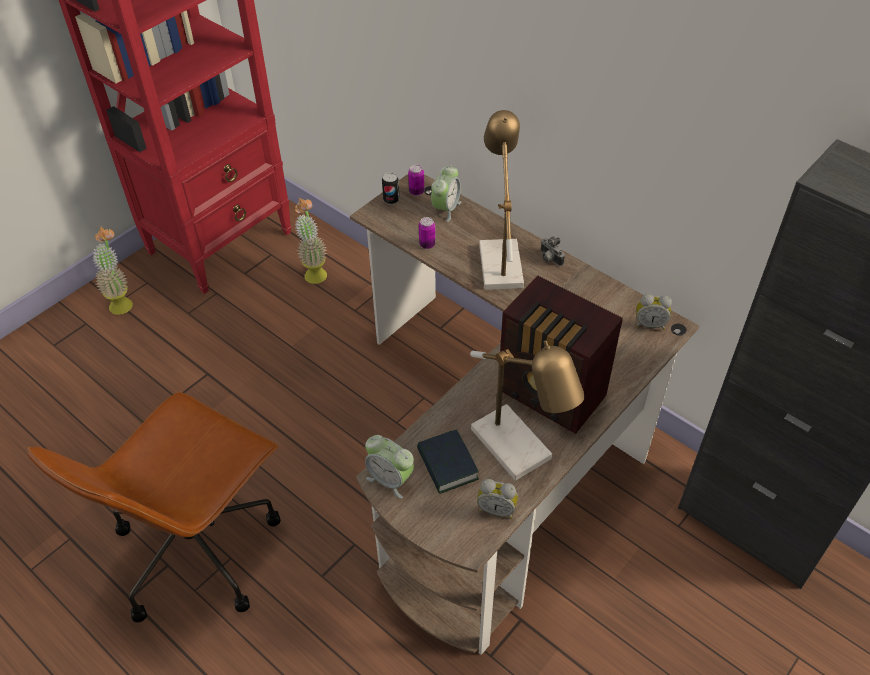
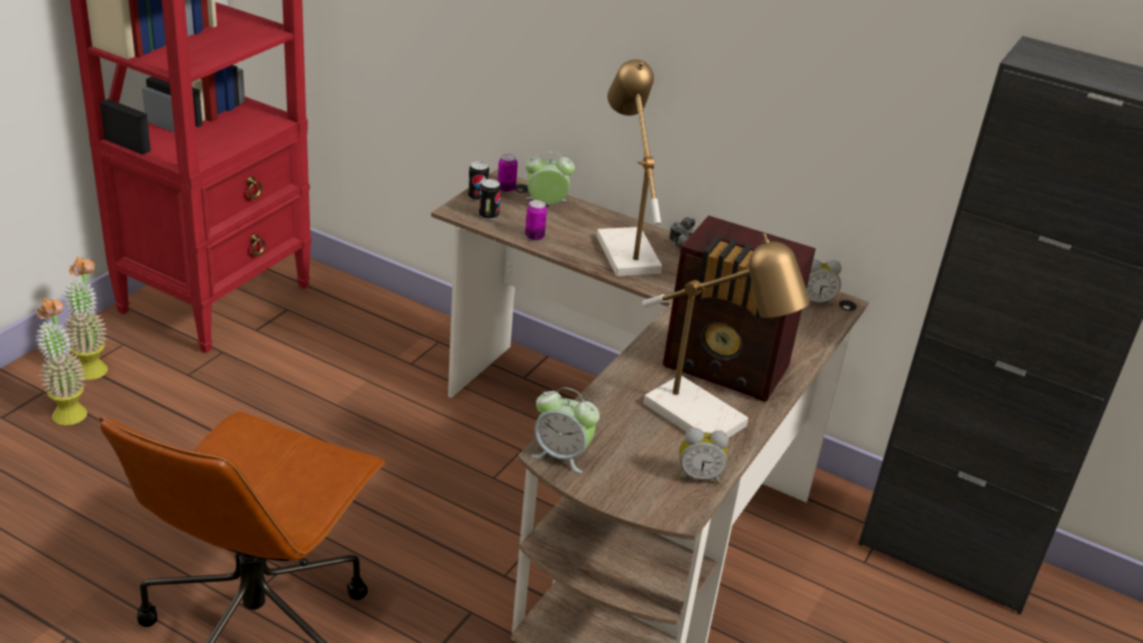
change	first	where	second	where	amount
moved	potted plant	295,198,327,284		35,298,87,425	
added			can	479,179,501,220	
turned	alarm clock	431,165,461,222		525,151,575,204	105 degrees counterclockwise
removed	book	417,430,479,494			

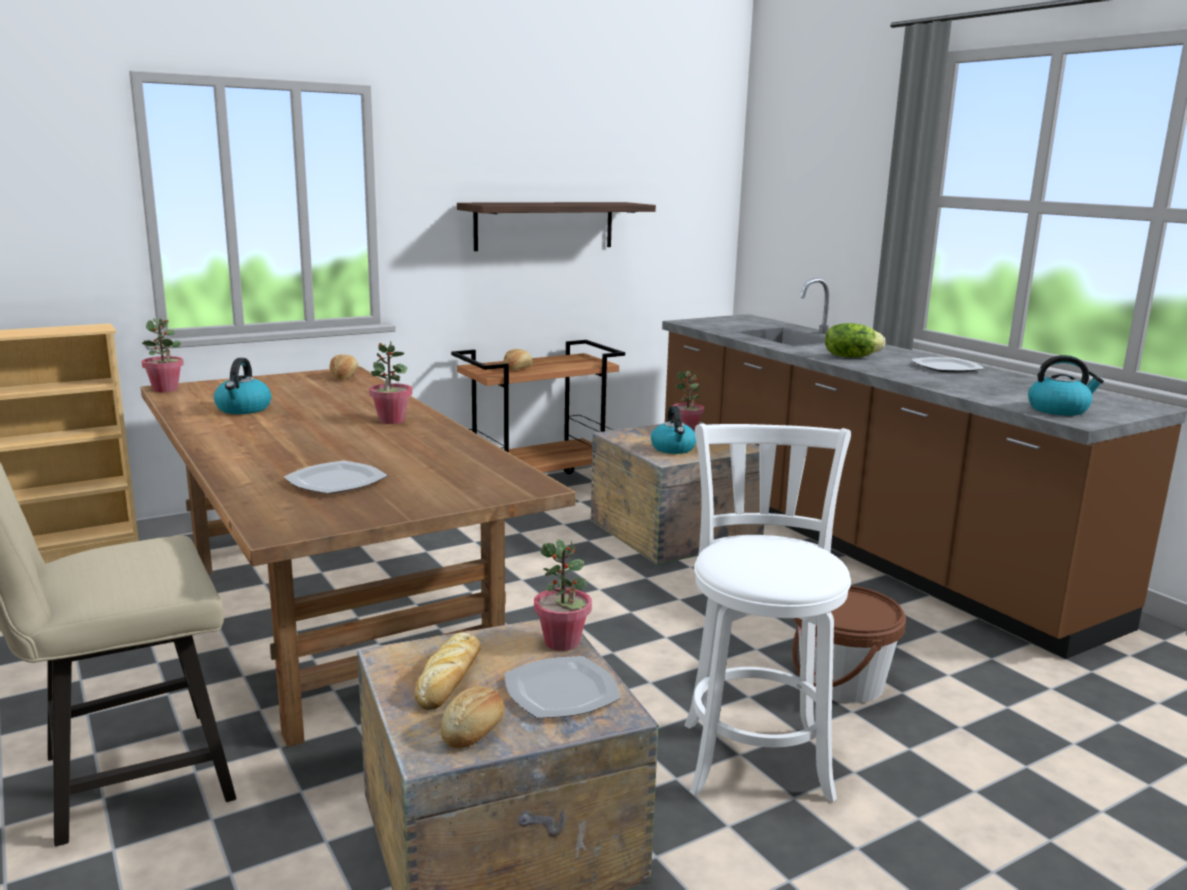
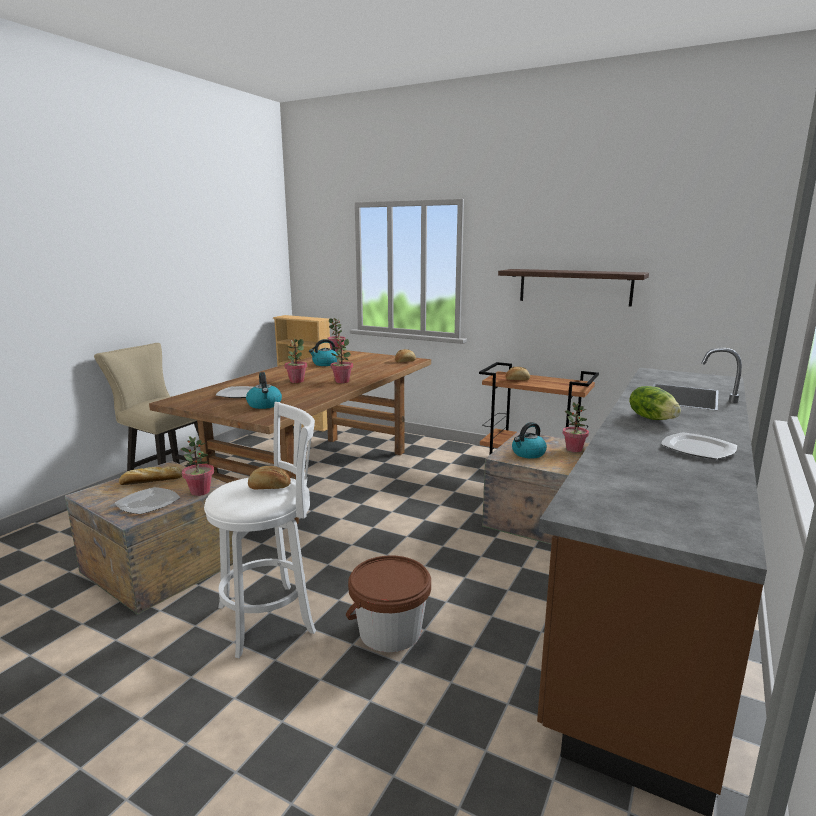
change	first	where	second	where	amount
moved	kettle	1028,355,1104,416		246,372,282,409	
moved	bread	441,687,505,748		248,466,291,490	
added			potted plant	284,339,307,383	

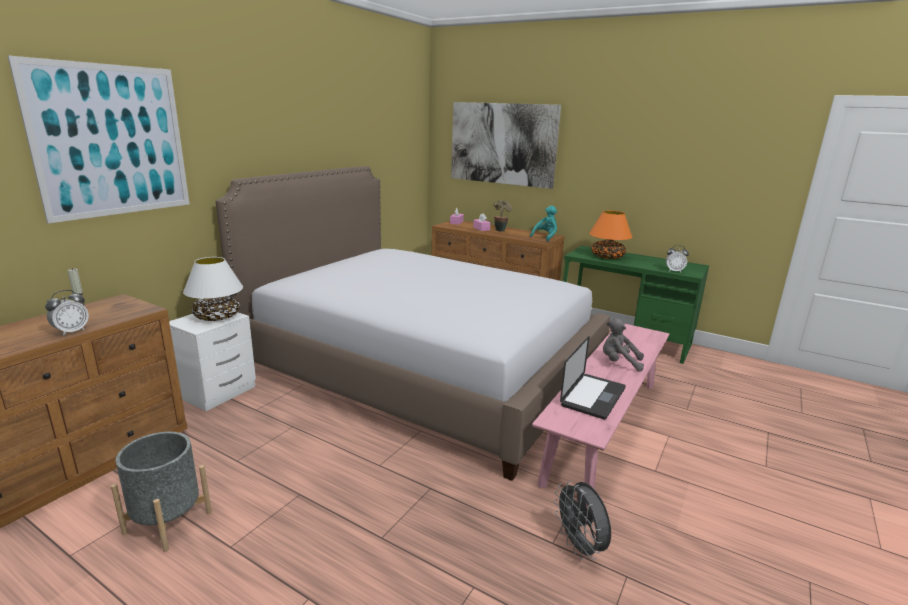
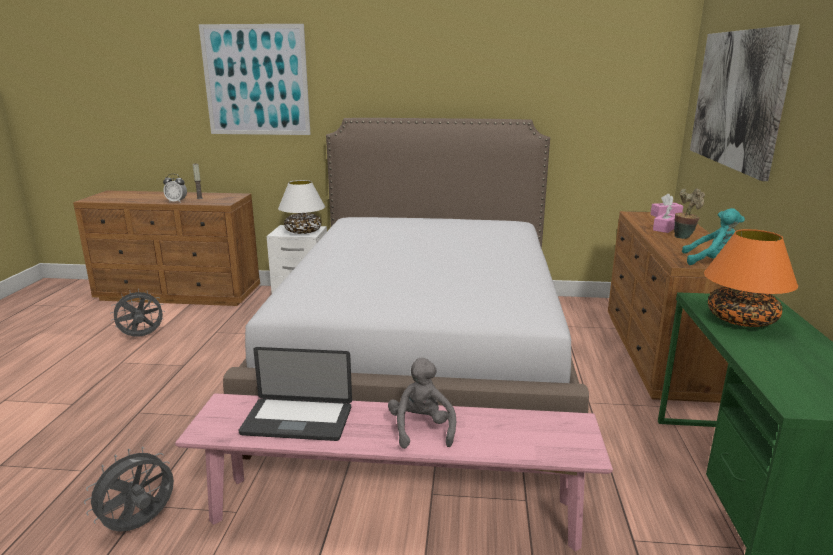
change	first	where	second	where	amount
replaced	planter (grey)	111,432,212,552	fan (grey)	110,289,165,337	
removed	alarm clock	666,245,689,273			

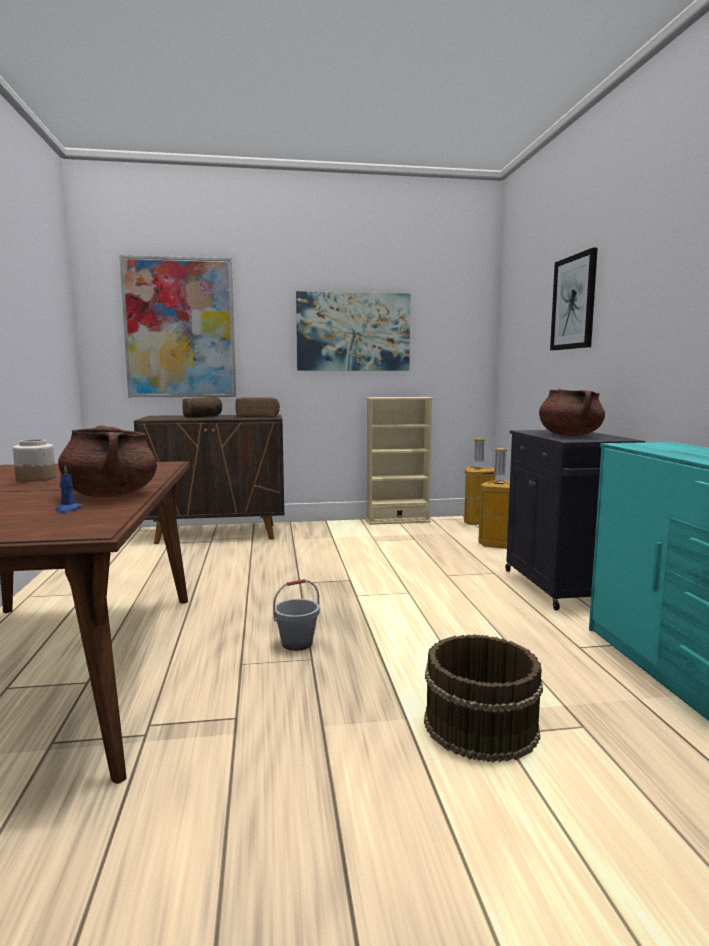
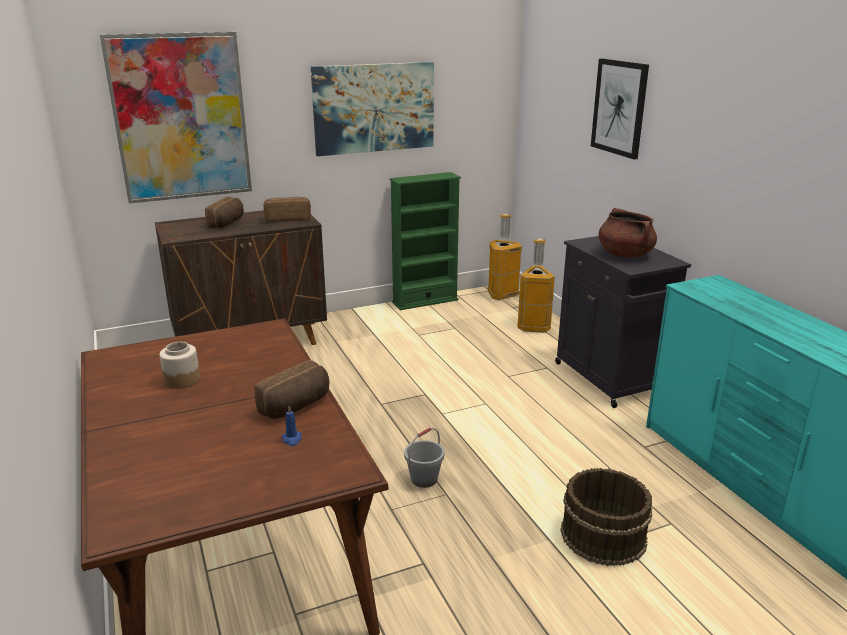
change	first	where	second	where	amount
replaced	cooking pot (brown)	58,425,157,497	bread	254,360,330,419	
recoloured	bookcase (beige)	366,397,433,525	bookcase (green)	390,172,461,310	

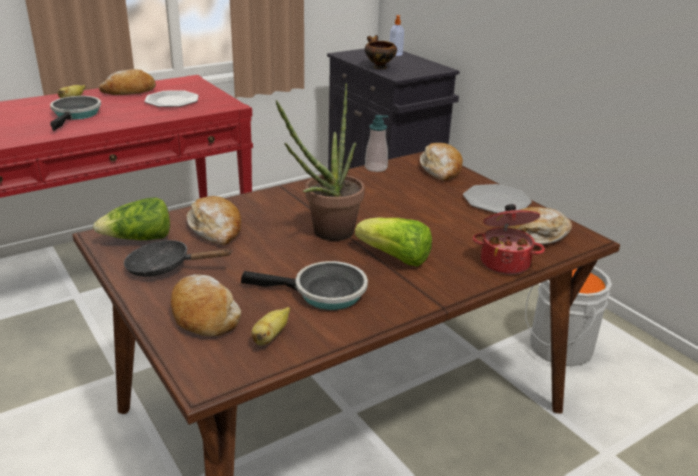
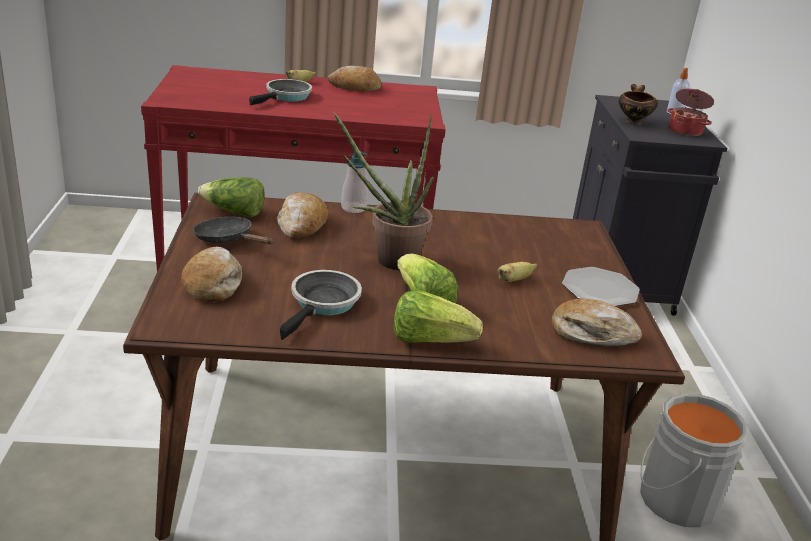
change	first	where	second	where	amount
turned	frying pan	241,261,368,310		280,270,362,340	105 degrees counterclockwise
moved	soap dispenser	365,115,388,172		341,151,368,213	
added			lettuce	393,290,483,343	
moved	banana	251,307,290,346		497,262,538,282	
moved	cooking pot	472,204,545,275		667,89,714,136	
removed	plate	144,90,199,107			
removed	bread	420,143,463,181			

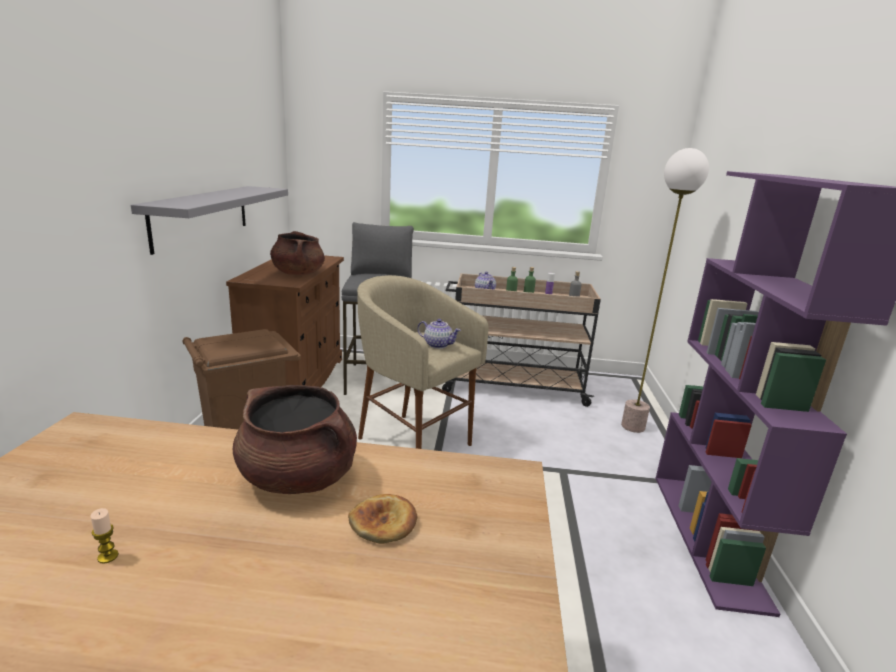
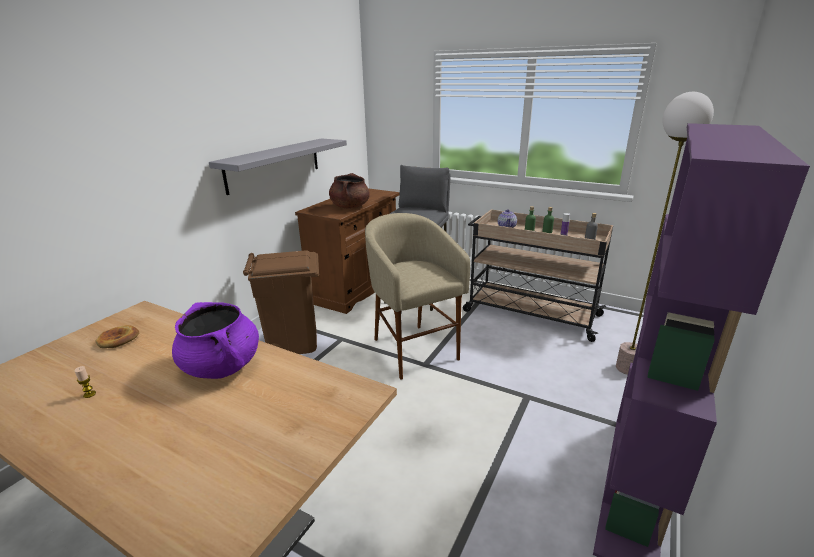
change	first	where	second	where	amount
moved	bread	348,494,418,544		95,325,139,348	
recoloured	cooking pot (brown)	233,385,357,494	cooking pot (purple)	172,302,259,379	
removed	teapot	417,319,461,349			

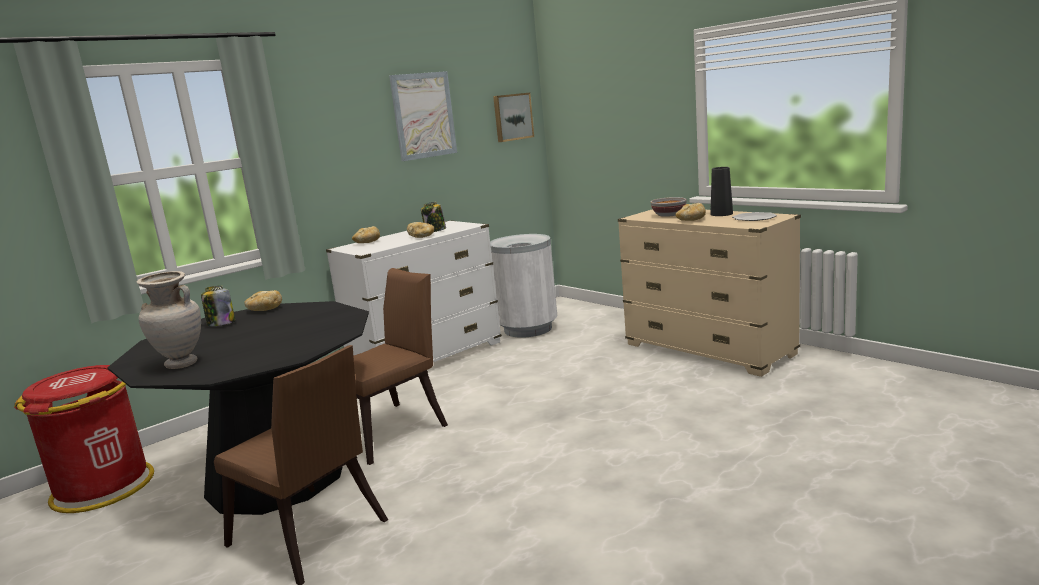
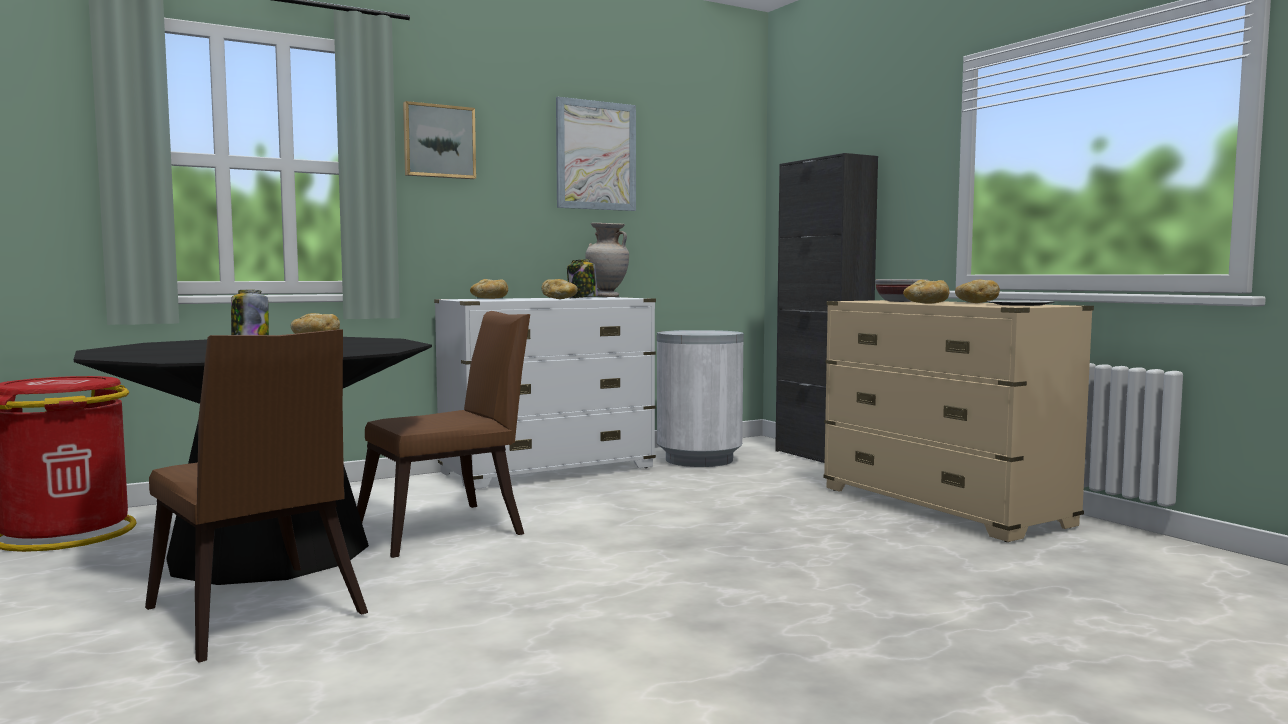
change	first	where	second	where	amount
moved	picture	493,93,534,142		403,101,476,179	
moved	vase (beige)	136,271,201,369		585,223,629,297	
added			cabinet (black)	775,153,878,463	
replaced	vase (black)	710,167,733,216	bread	955,280,1000,303	

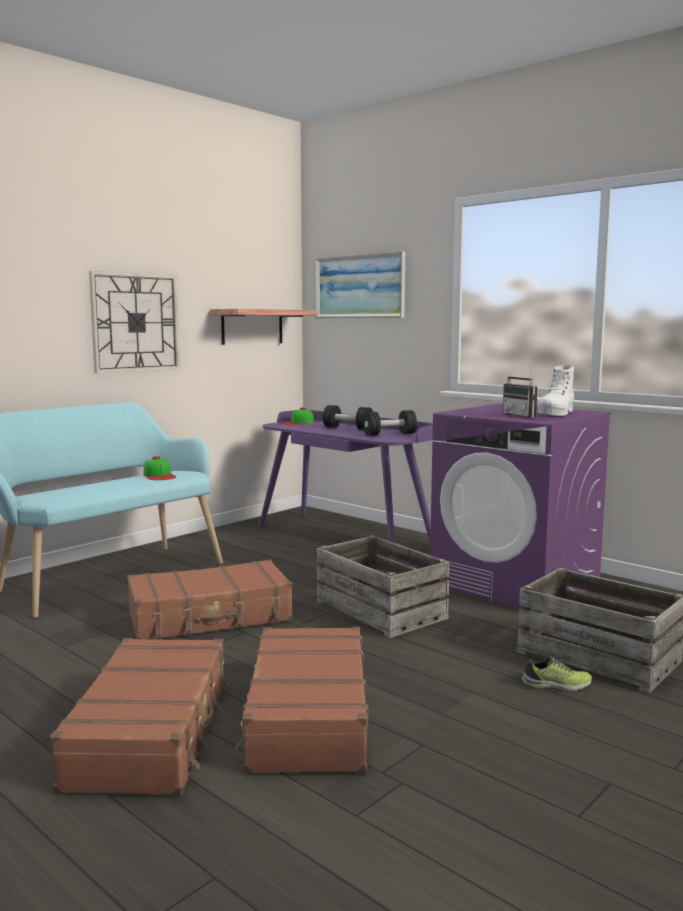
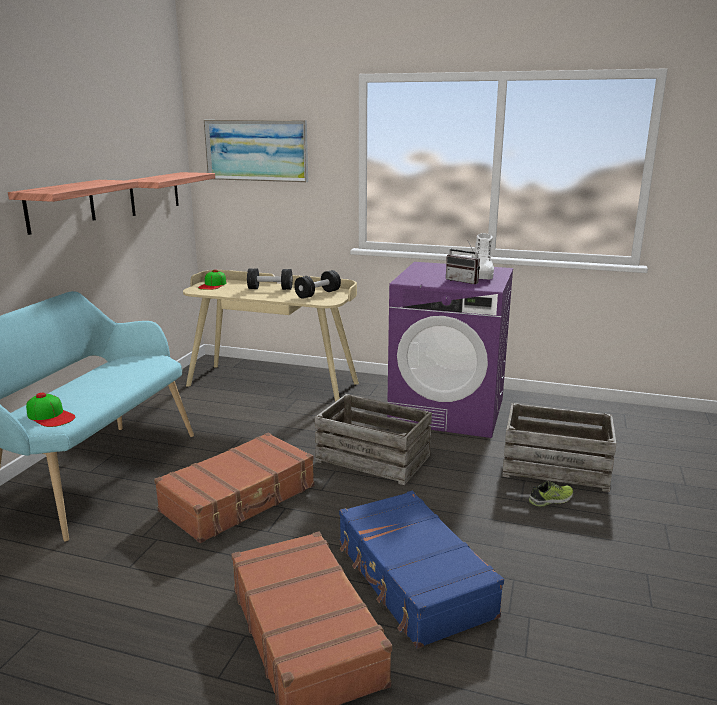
change	first	where	second	where	amount
replaced	wall clock	89,271,180,374	shelf	8,180,139,235	
moved	cap	144,456,176,480		26,393,75,427	
recoloured	desk (purple)	259,410,433,561	desk (beige)	183,270,359,402	
recoloured	suitcase (brown)	235,627,369,773	suitcase (blue)	339,491,504,649	

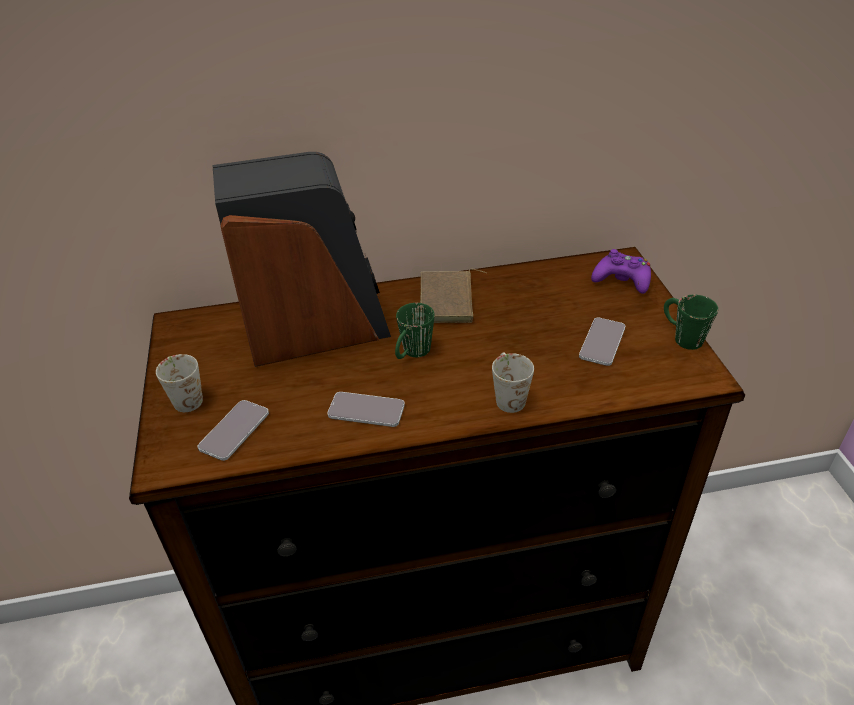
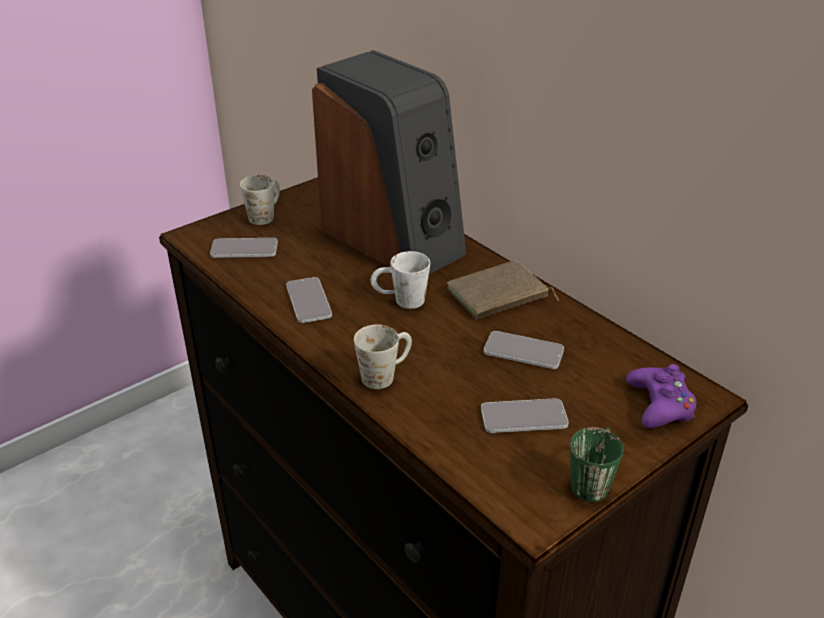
change	first	where	second	where	amount
recoloured	mug (green)	395,303,435,359	mug (white)	371,251,430,309	
added			phone	484,331,564,369	

